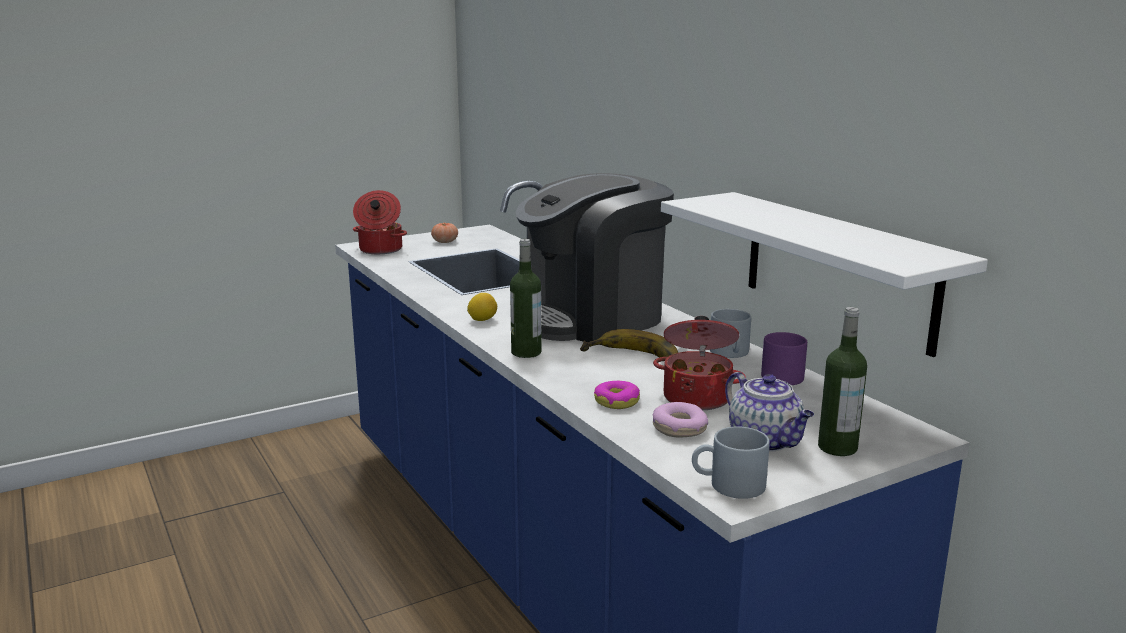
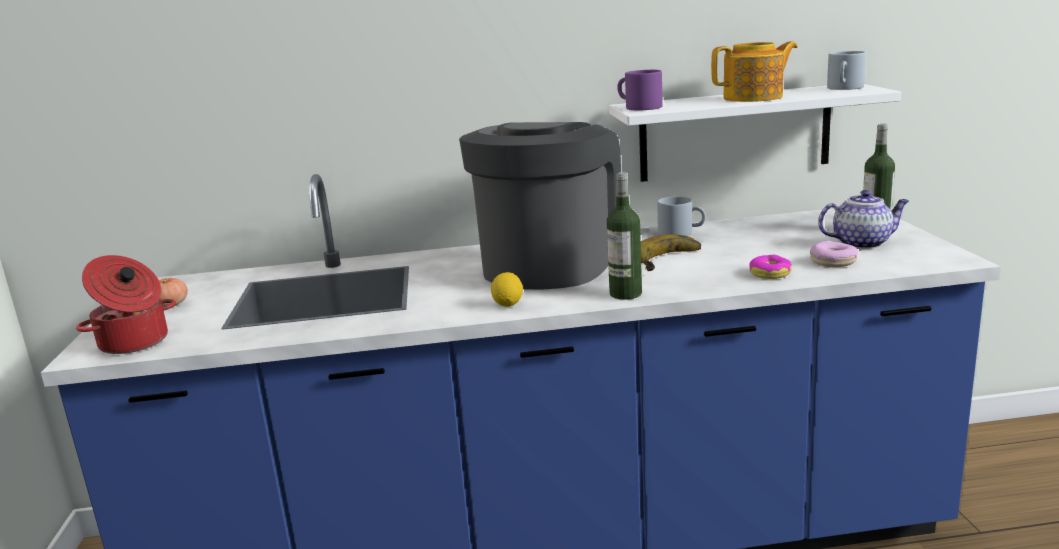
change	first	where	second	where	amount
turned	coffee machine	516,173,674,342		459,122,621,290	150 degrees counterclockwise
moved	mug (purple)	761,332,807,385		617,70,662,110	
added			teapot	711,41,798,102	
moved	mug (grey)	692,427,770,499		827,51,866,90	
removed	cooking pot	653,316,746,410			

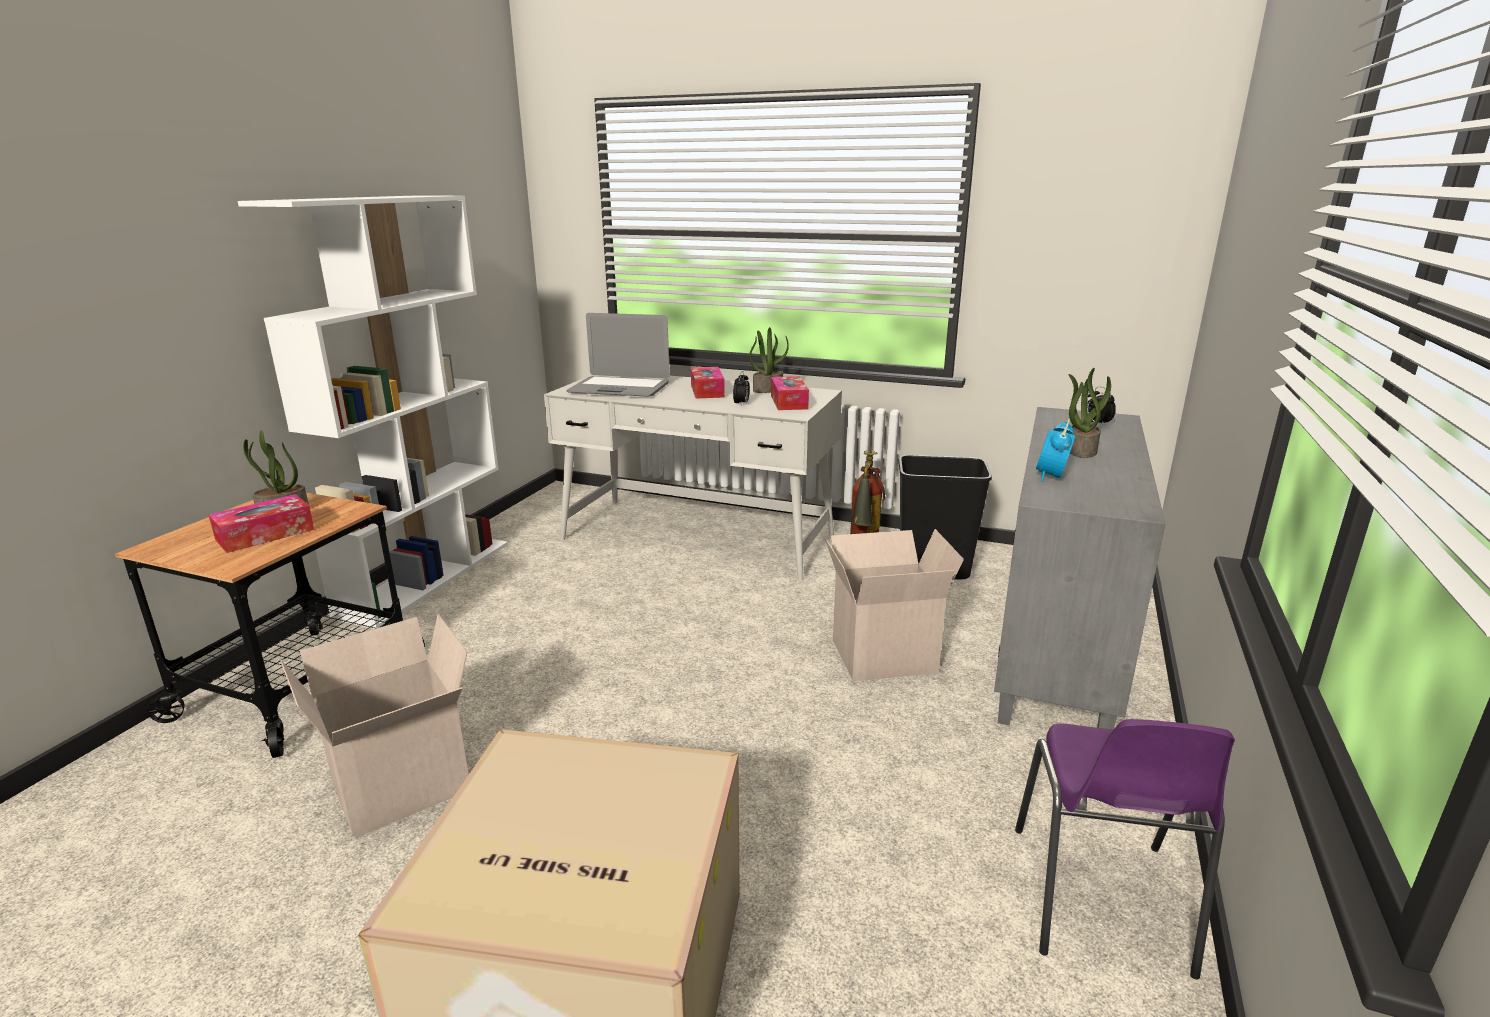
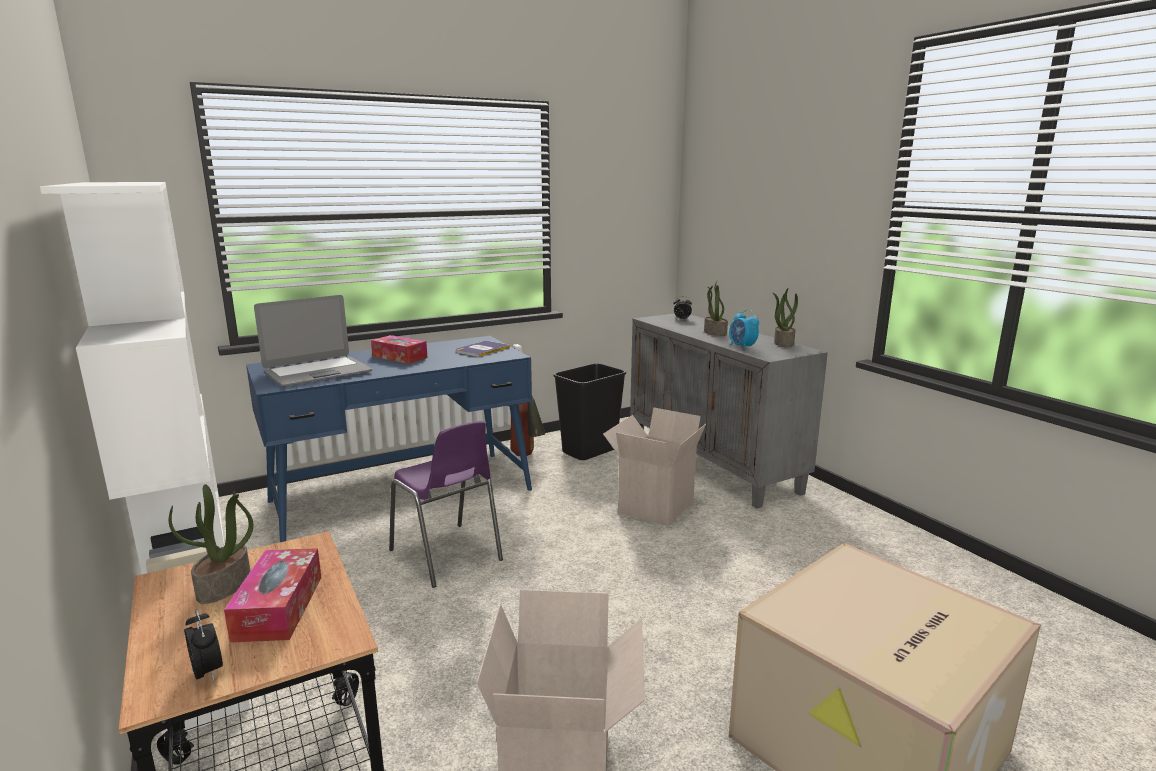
change	first	where	second	where	amount
moved	alarm clock	733,371,750,404		184,610,223,680	
recoloured	desk (white)	544,375,842,581	desk (blue)	246,336,532,542	
moved	chair (purple)	1015,719,1235,979		389,421,503,588	
replaced	tissue box	771,376,809,410	book	456,341,510,357	
moved	potted plant	749,327,789,393		773,288,798,347	

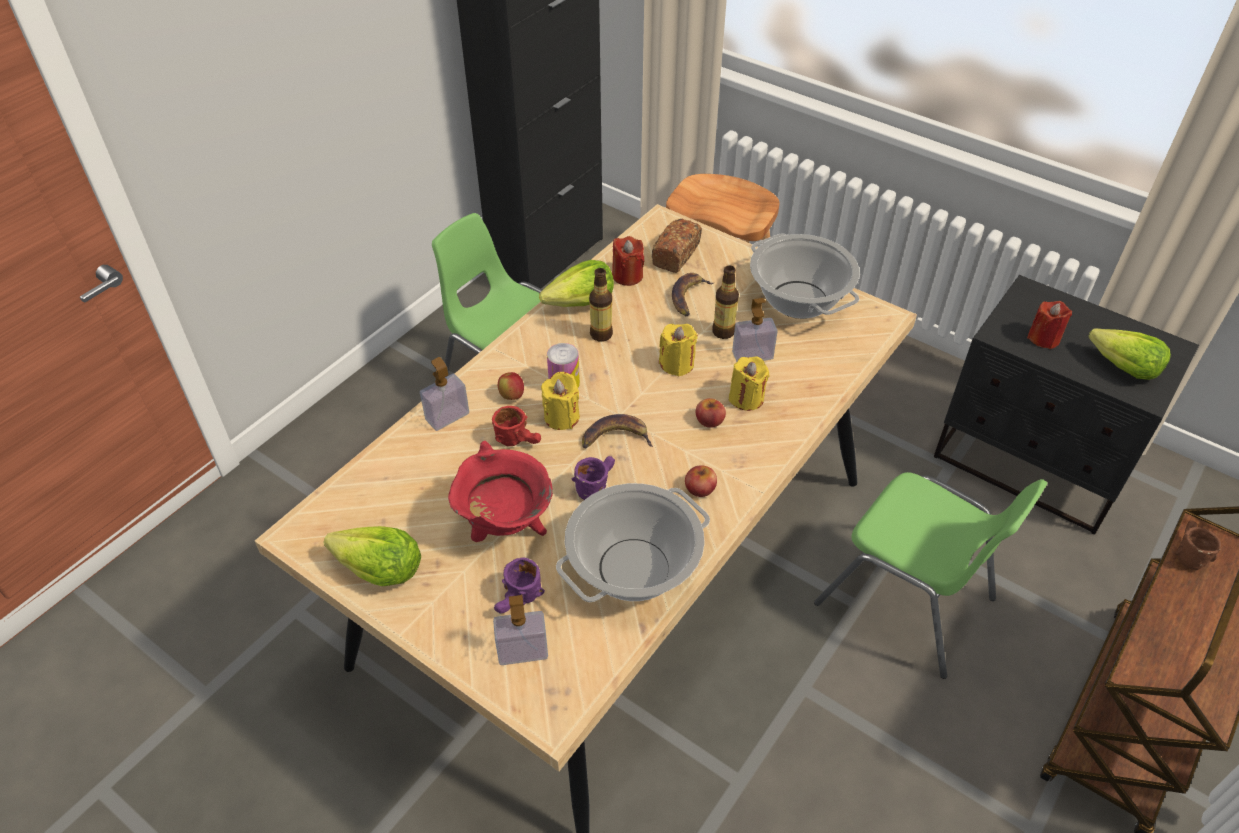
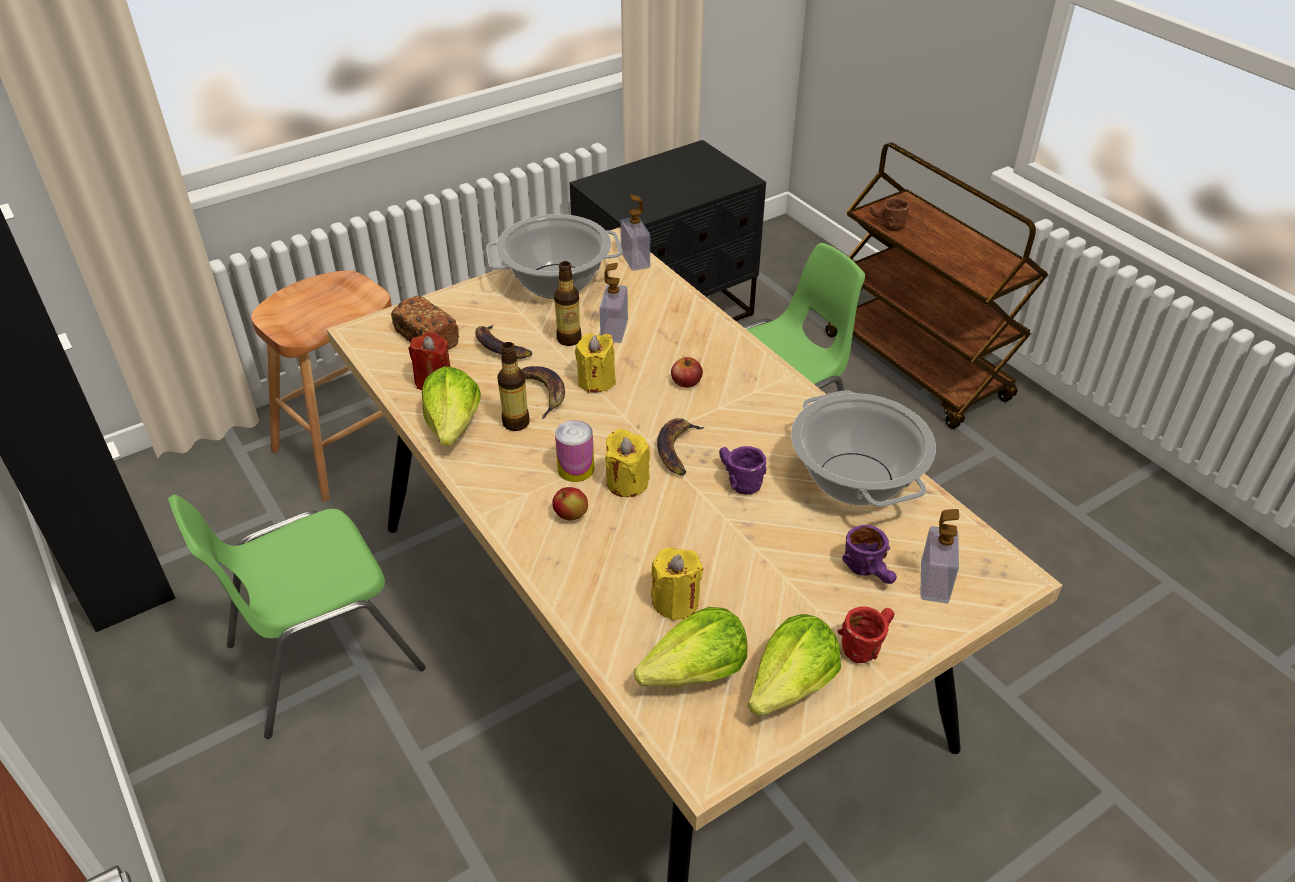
change	first	where	second	where	amount
added			banana	521,366,565,419	
moved	soap dispenser	420,357,469,431		620,195,650,271	
moved	lettuce	1088,328,1171,380		634,607,748,687	
moved	candle (yellow)	729,356,769,411		651,547,703,621	
moved	mug (red)	492,406,541,446		837,606,895,663	
removed	cooking pot (red)	448,441,553,542			
removed	apple	685,465,717,497			
removed	candle (red)	1027,301,1072,349			

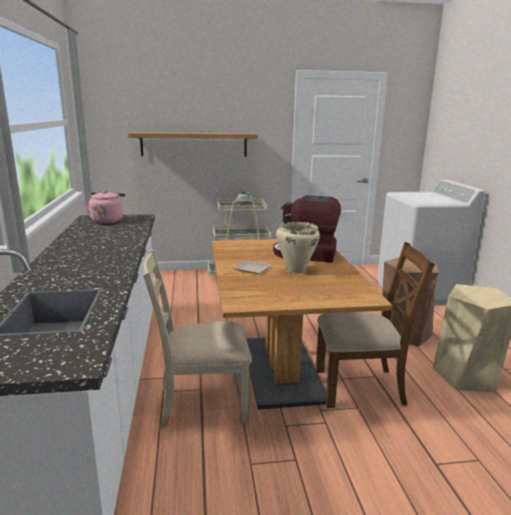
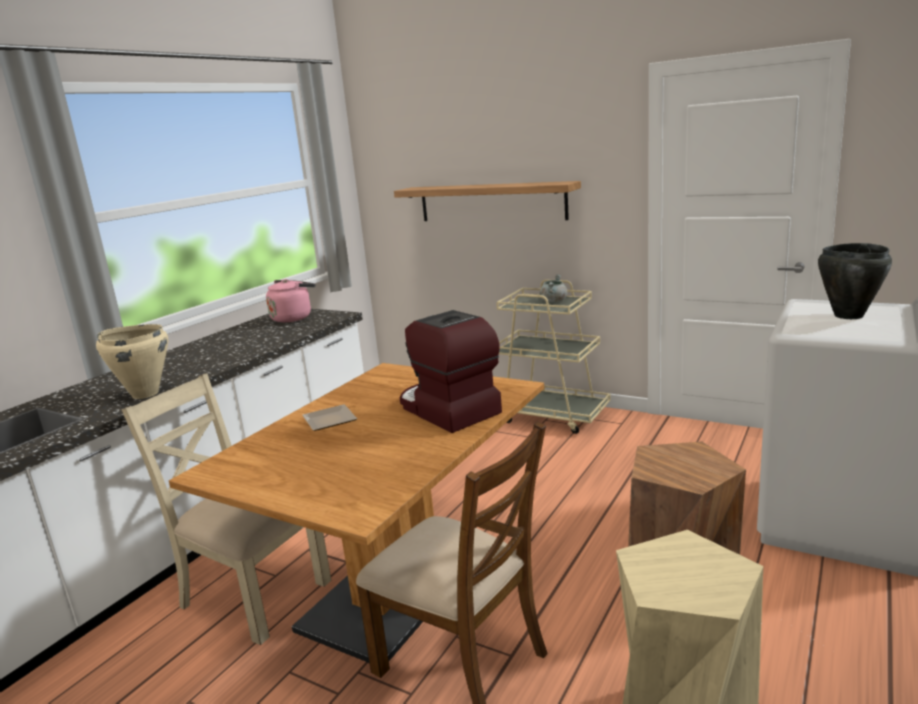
change	first	where	second	where	amount
moved	cooking pot (beige)	276,222,320,273		96,324,168,399	
added			cooking pot (black)	818,243,892,319	

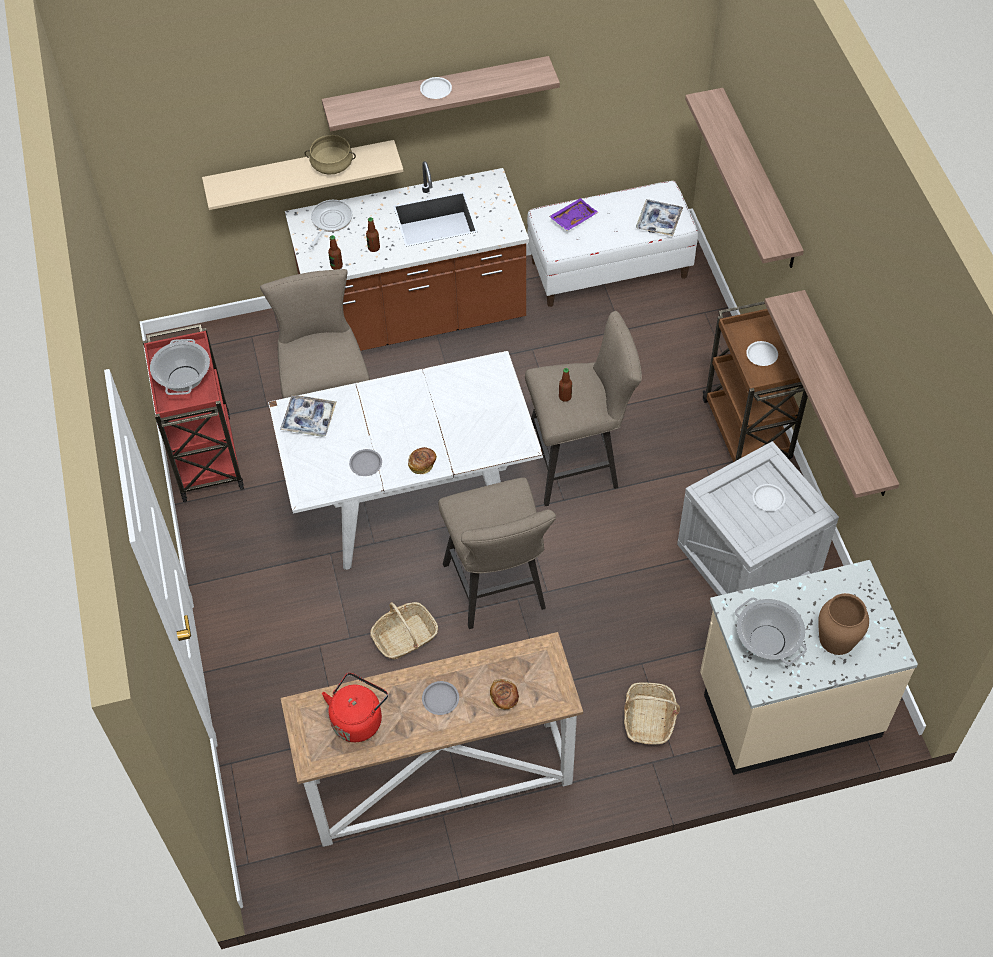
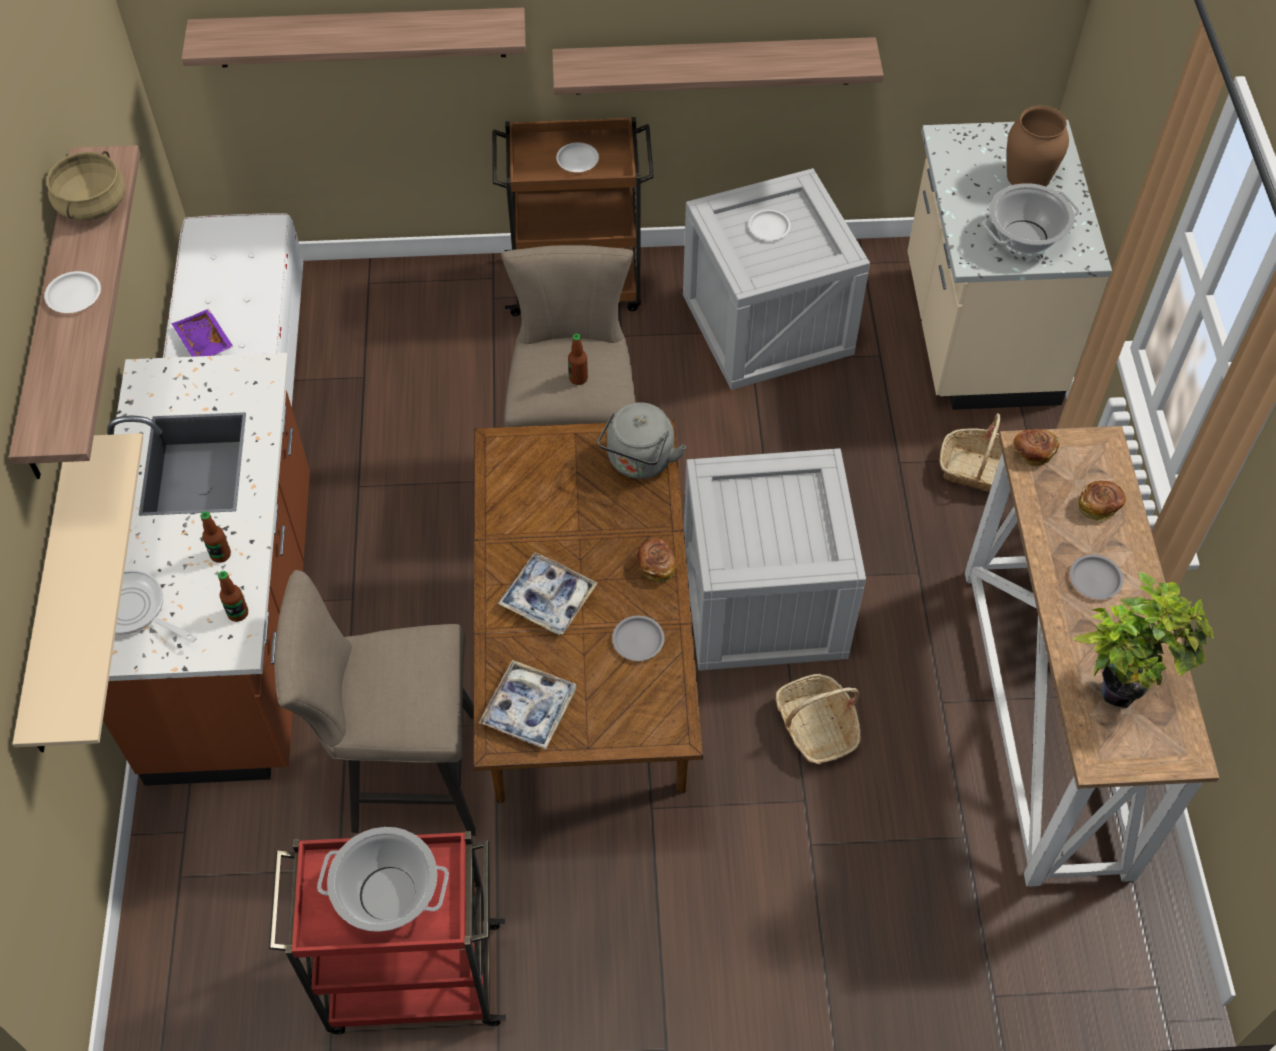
change	first	where	second	where	amount
moved	cooking pot (beige)	305,135,356,175		47,151,125,221	
recoloured	dining table (white)	268,351,543,570	dining table (brown)	474,420,703,803	
moved	tray	636,199,683,236		498,552,598,635	
added			kettle (grey)	598,402,686,479	
replaced	stool (beige)	438,477,556,629	crate	684,448,866,671	
added			bread	1013,429,1060,466	
replaced	kettle (red)	322,673,388,742	potted plant	1073,572,1213,708	

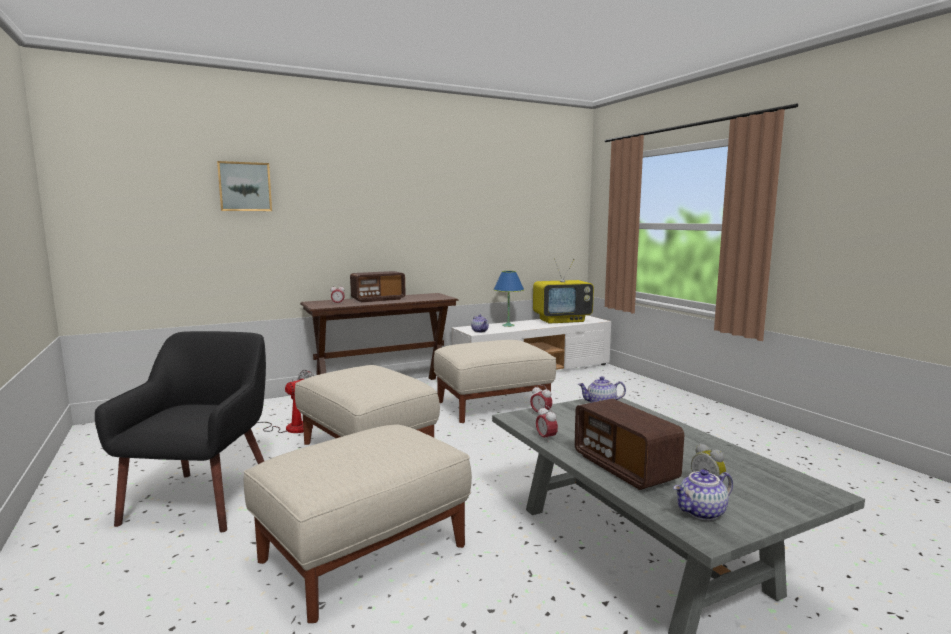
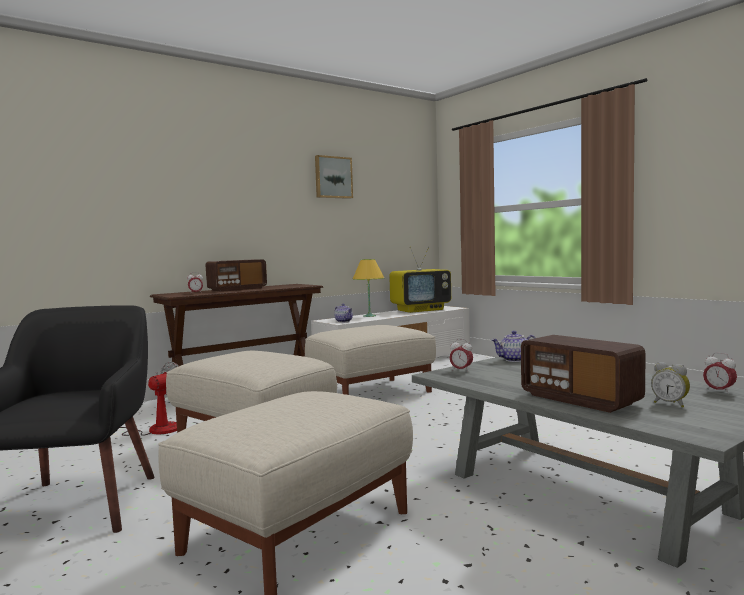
change	first	where	second	where	amount
moved	picture	217,161,272,211		315,155,353,199	
recoloured	table lamp (blue)	493,271,524,327	table lamp (yellow)	353,259,384,317	
moved	alarm clock	536,405,558,440		703,352,737,394	
removed	teapot	673,469,733,520			

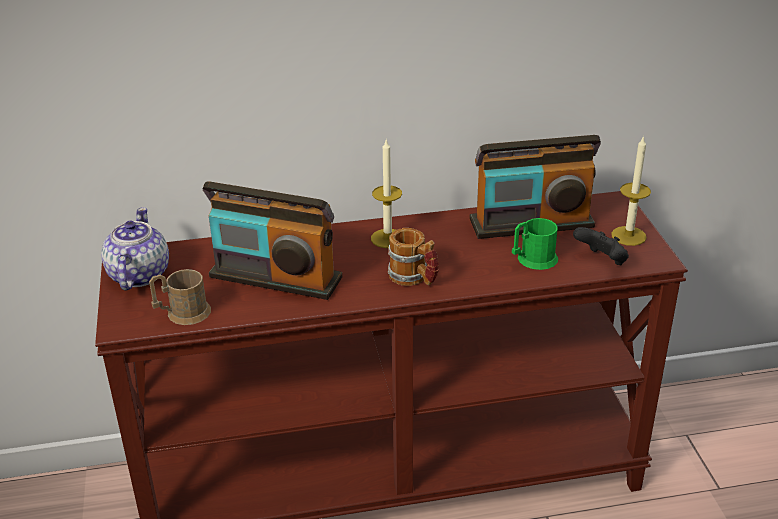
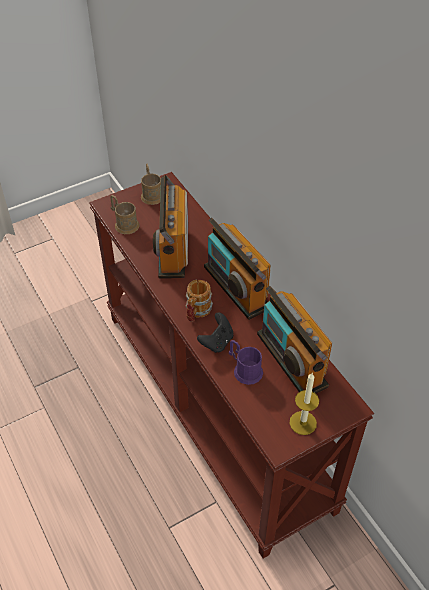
change	first	where	second	where	amount
replaced	teapot	101,207,169,291	mug (brown)	141,163,161,205	
moved	game controller (black)	573,227,629,265		197,312,233,353	
replaced	candle	371,138,402,248	radio	204,217,271,320	
recoloured	mug (green)	512,218,558,270	mug (purple)	229,340,263,385	

